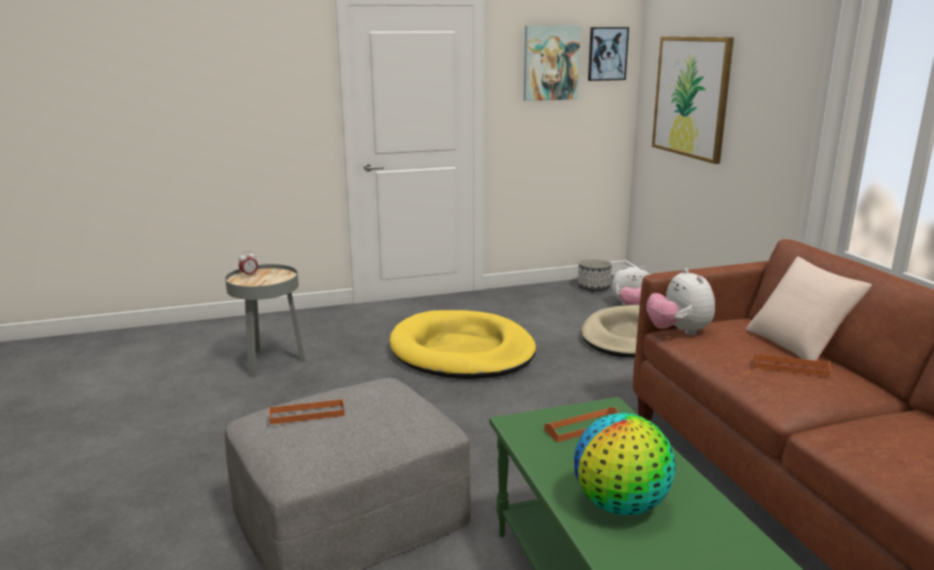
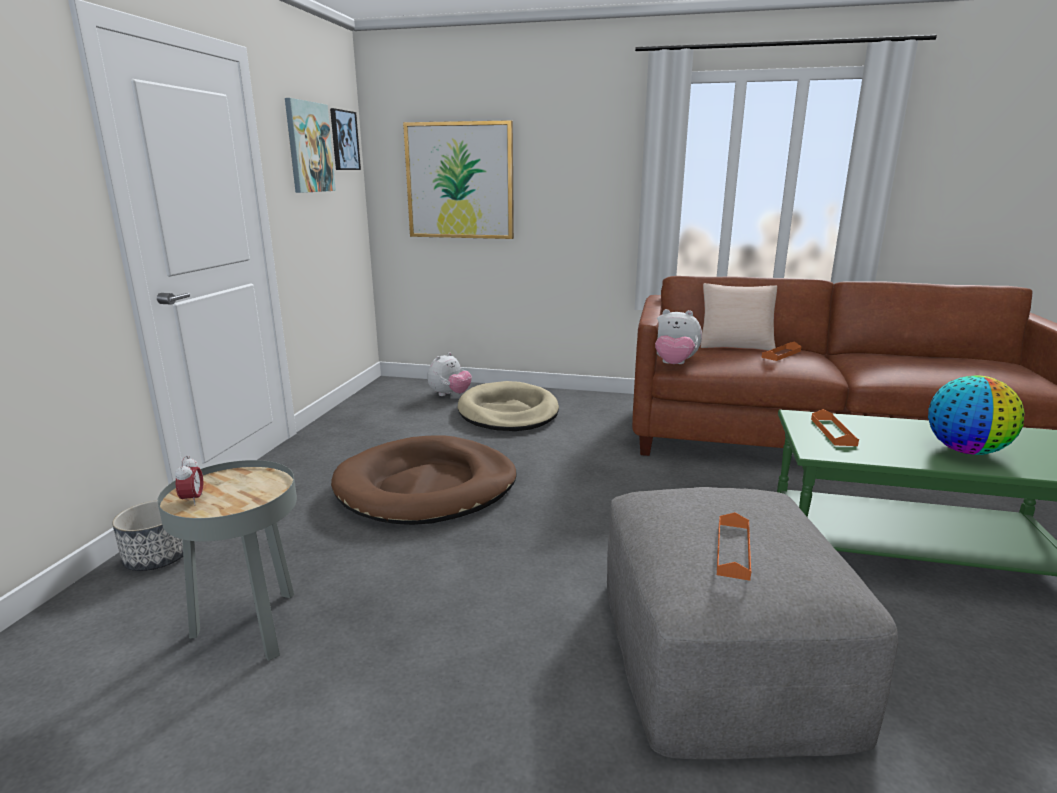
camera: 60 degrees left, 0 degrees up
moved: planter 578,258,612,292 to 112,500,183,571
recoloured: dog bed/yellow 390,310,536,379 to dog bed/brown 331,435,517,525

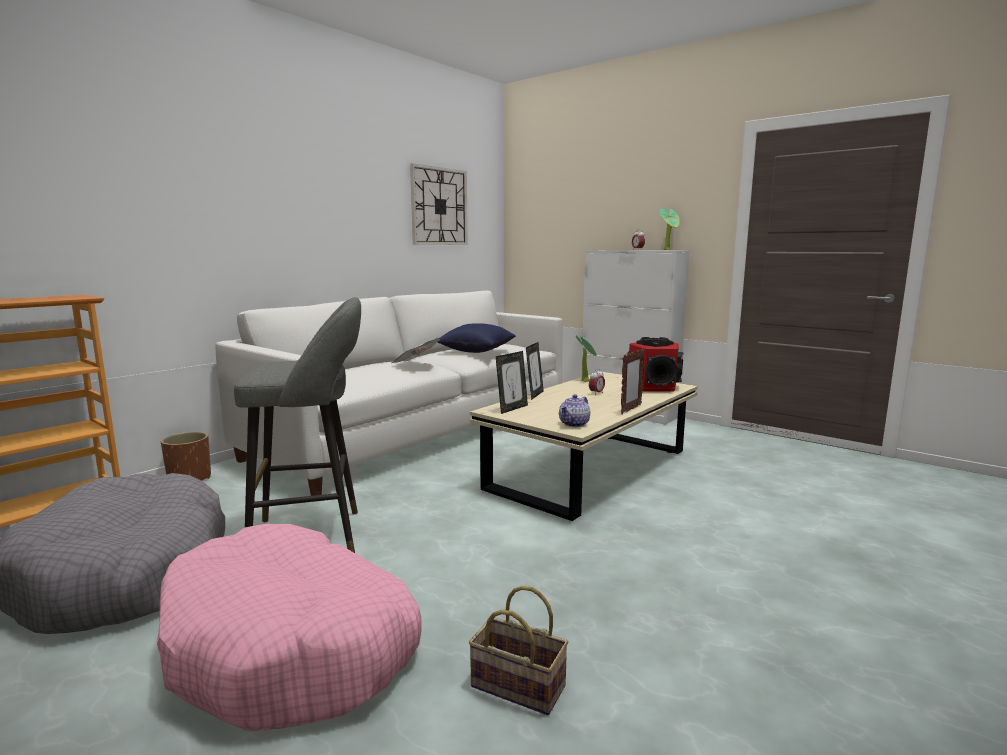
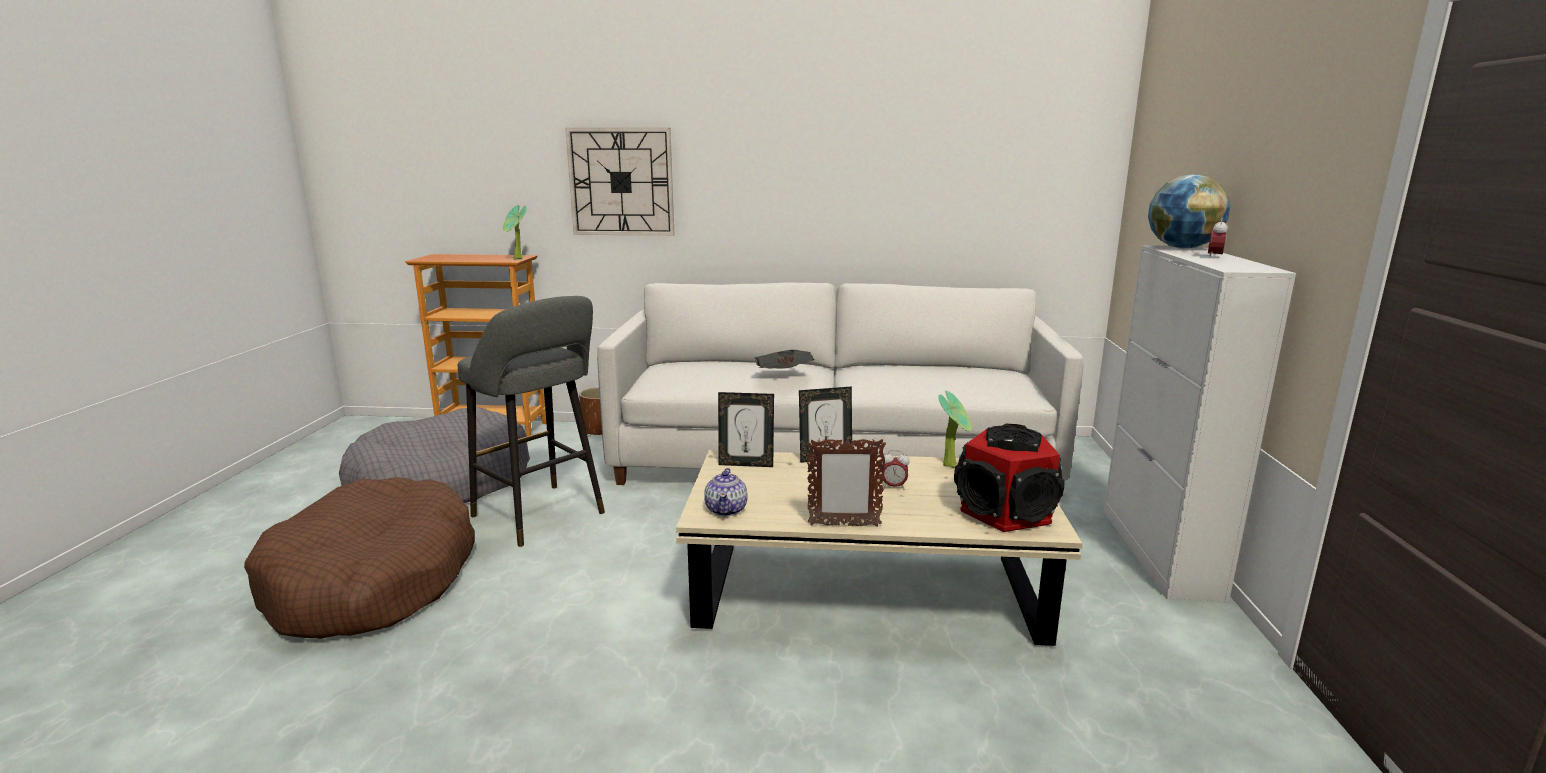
camera: 55 degrees right, 5 degrees up
removed: pillow/blue 438,323,516,353; basket 469,586,568,715
added: globe 1148,174,1230,249
moved: wall clock 410,163,468,245 to 565,128,675,236; potted plant 659,208,680,250 to 503,205,527,260
recoloured: dog bed/pink 157,524,422,731 to dog bed/brown 244,477,475,639
turned: teapot 559,394,590,427 = 704,468,748,516 90 degrees counterclockwise

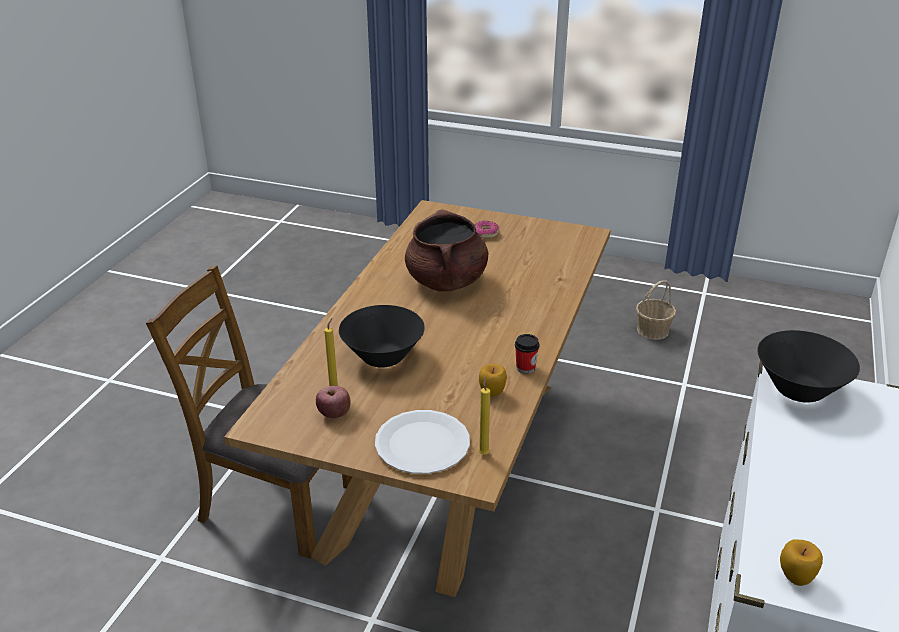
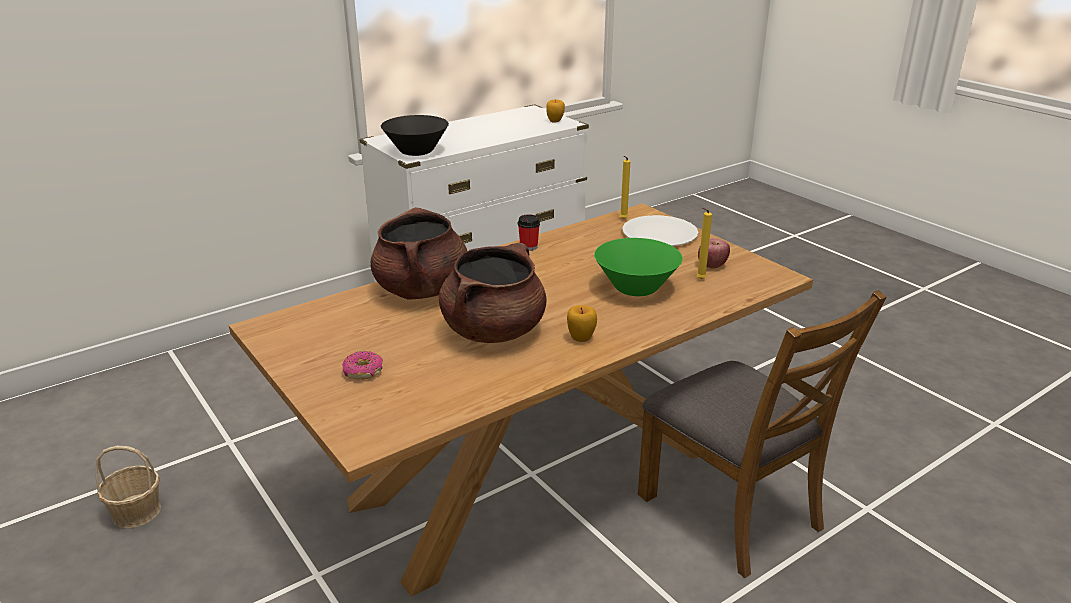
camera: 145 degrees left, 5 degrees down
added: cooking pot/brown 370,207,467,300
moved: apple 479,364,507,397 to 567,305,597,342
recoloured: bowl/black 339,305,425,368 to bowl/green 594,238,683,296

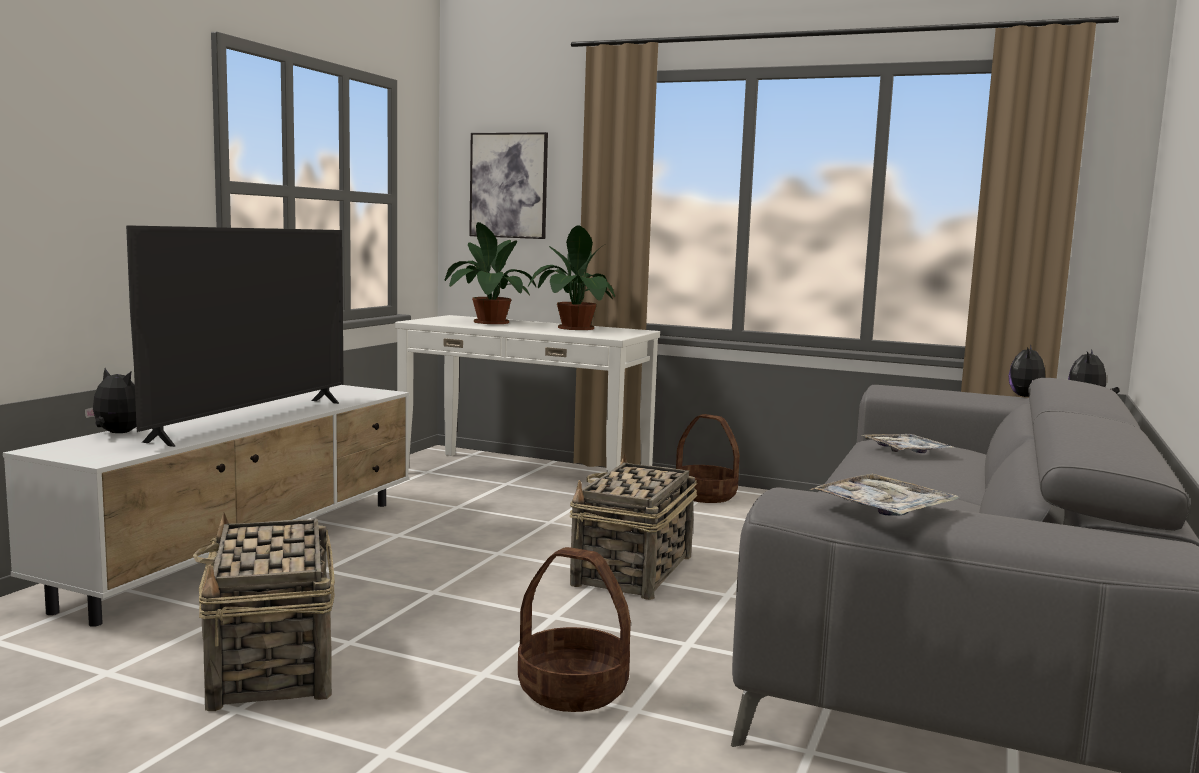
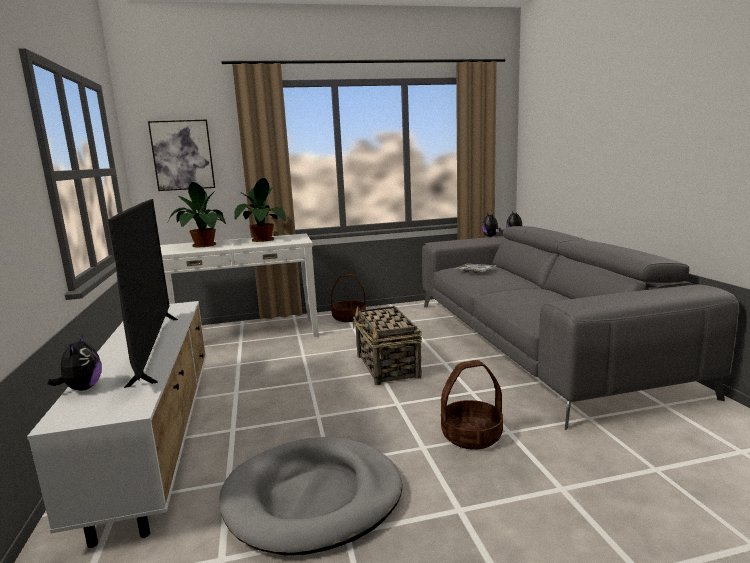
camera: 35 degrees left, 5 degrees up
removed: tray 809,474,959,516
replaced: basket 193,513,335,711 to dog bed/grey 219,437,402,555
turned: plush toy 84,368,136,433 = 48,334,102,391 90 degrees clockwise

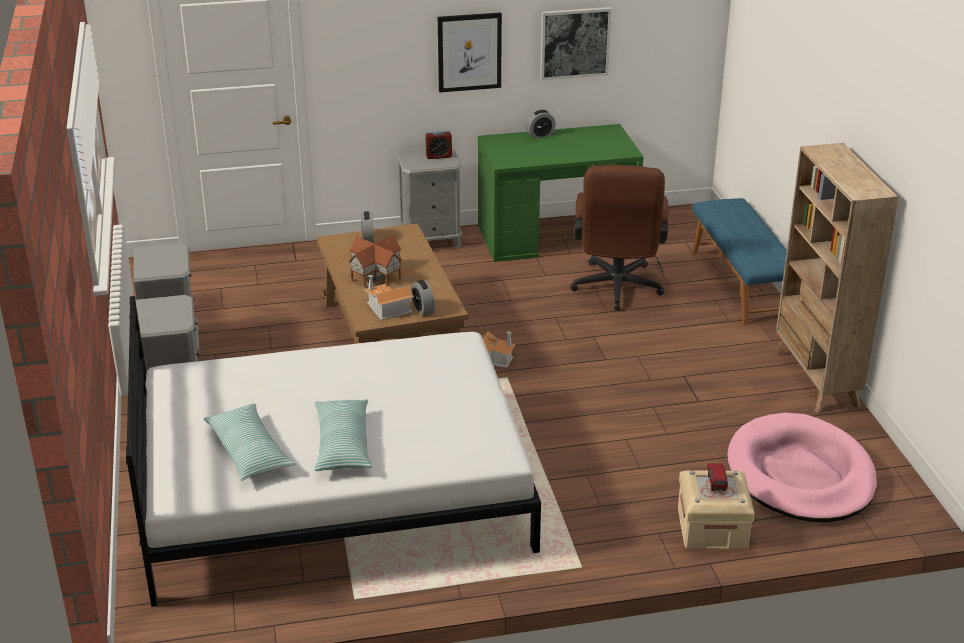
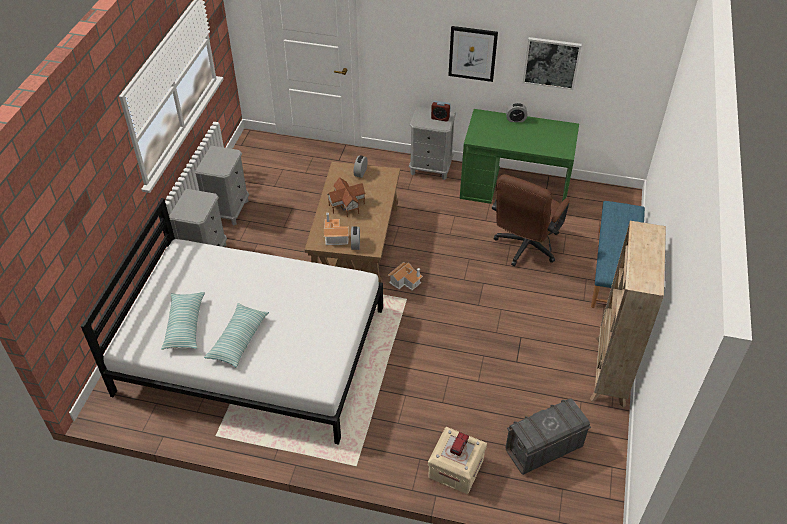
camera: 25 degrees right, 15 degrees up
replaced: dog bed/pink 728,413,877,522 to storage box/grey 506,398,591,475

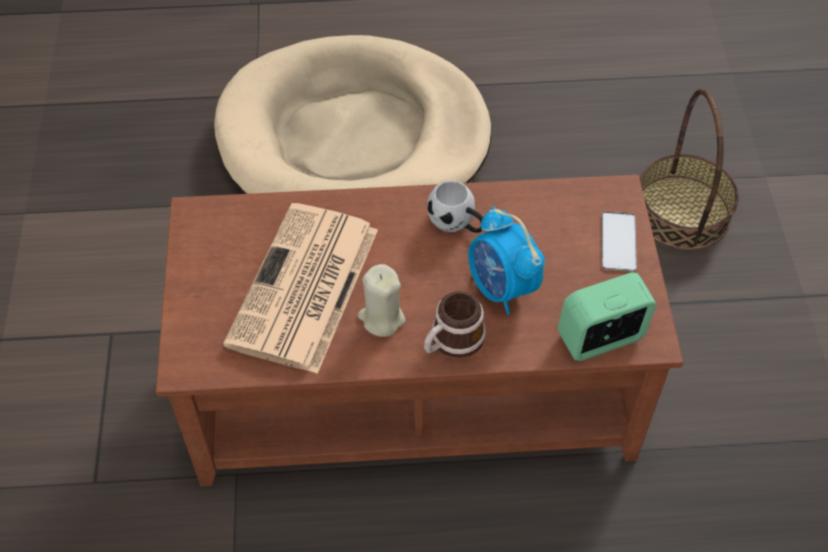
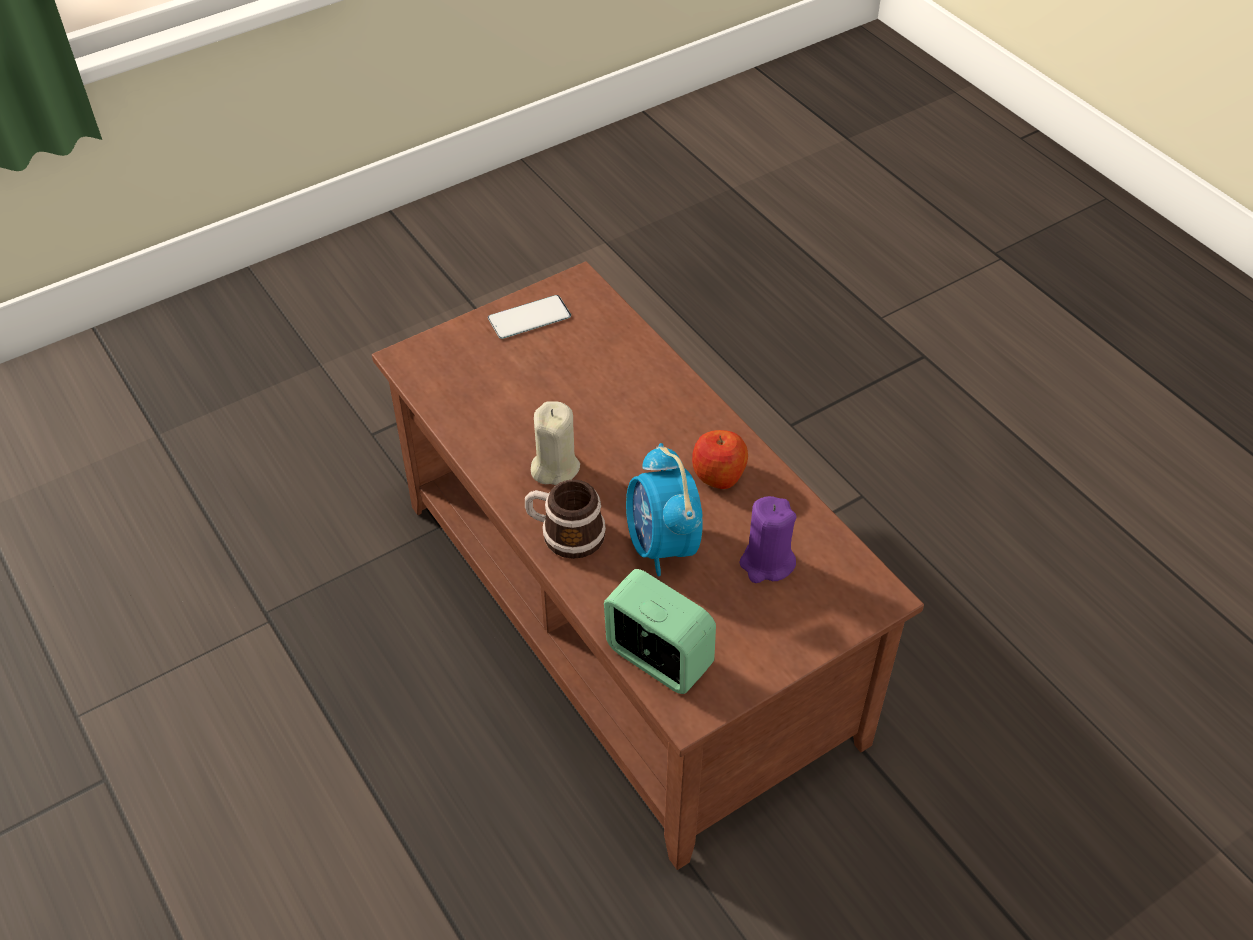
camera: 60 degrees right, 5 degrees down
removed: dog bed/beige 214,35,491,194; newspaper 223,203,378,374; basket 640,89,739,250
added: candle/purple 739,496,796,583
moved: phone 602,212,637,271 to 488,295,571,339
replaced: mug/white 427,181,483,233 to apple 692,430,748,489
turned: alarm clock 468,207,545,314 = 626,443,703,576 45 degrees counterclockwise

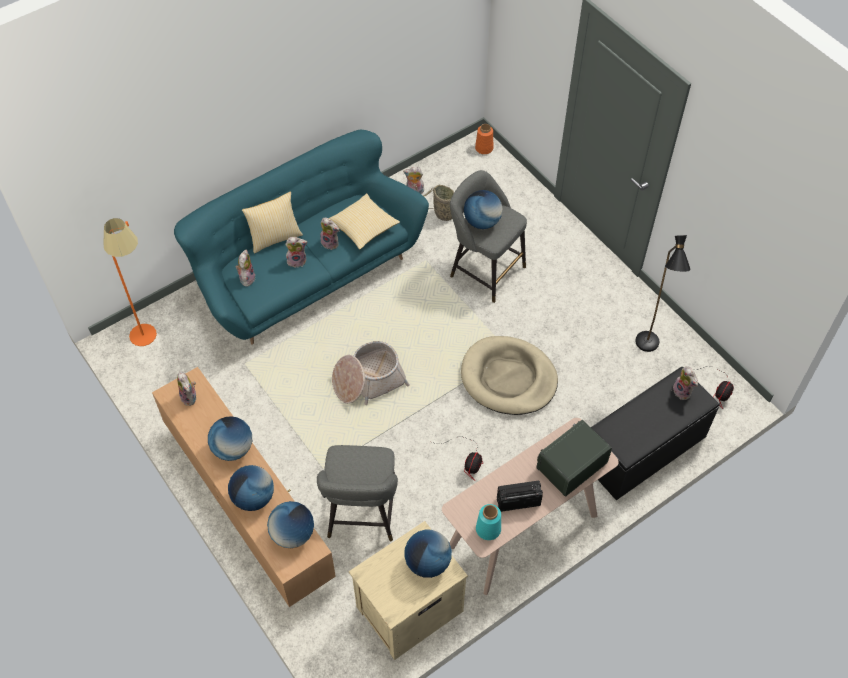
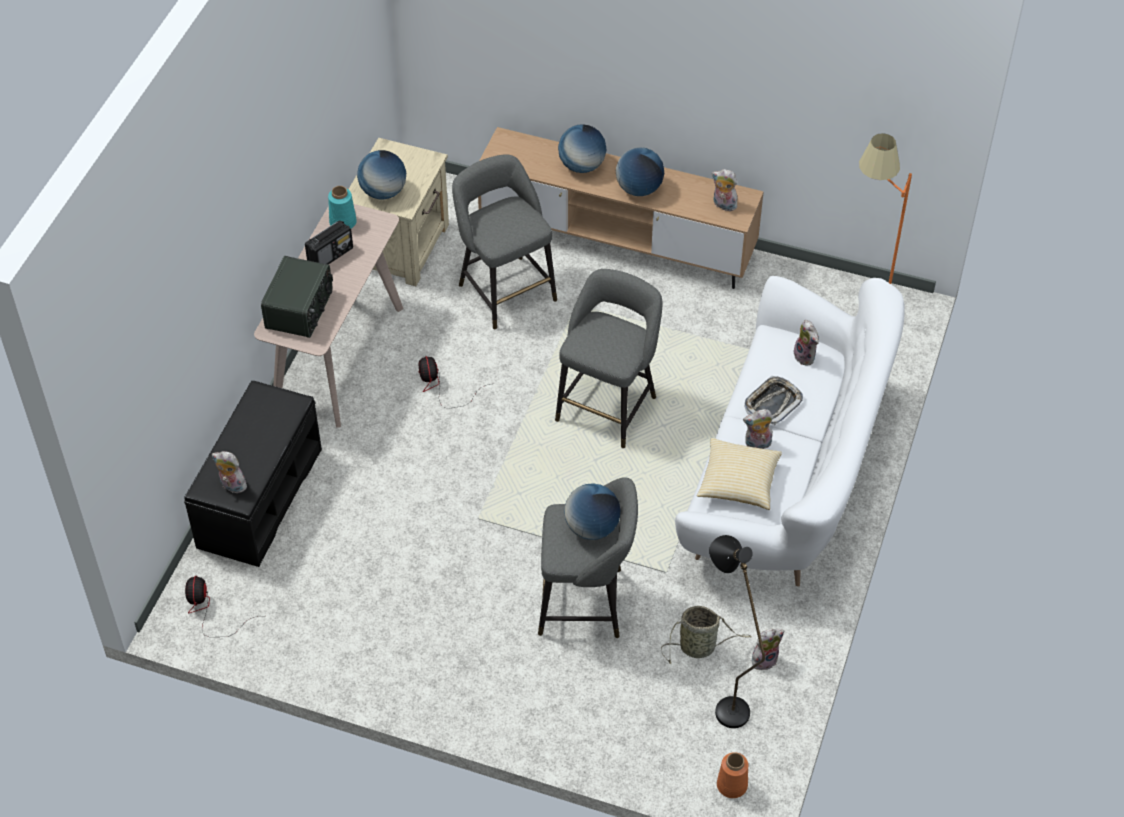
camera: 145 degrees right, 5 degrees down
removed: pillow 242,191,303,254; globe 267,501,314,548; dog bed/beige 461,336,558,415
moved: floor lamp/black 635,235,690,352 to 709,535,765,728
replaced: plush toy 285,237,308,268 to tray 744,376,803,425; basket 332,341,409,405 to stool/grey 555,269,662,448
recoloured: sofa/turquoise 174,130,429,344 to sofa/white 675,276,905,587

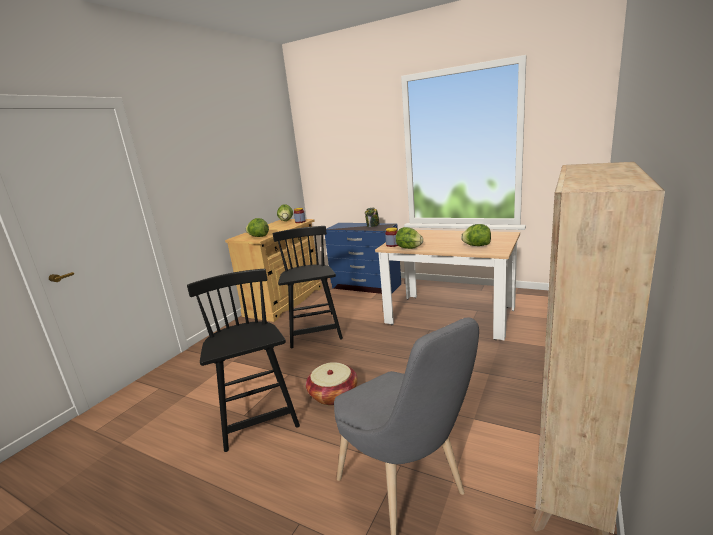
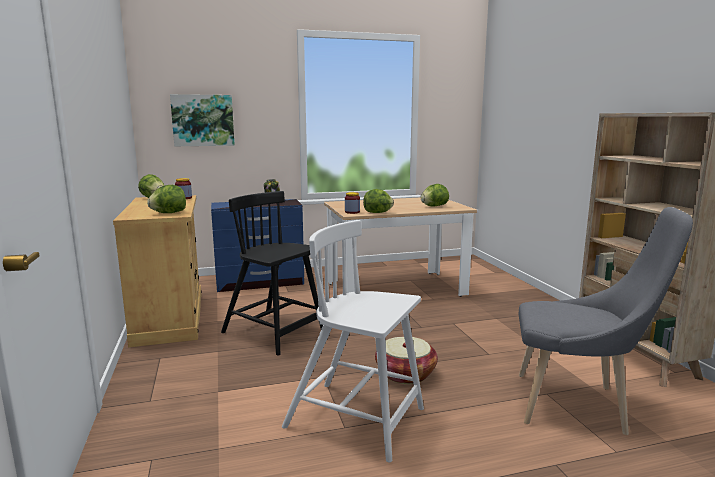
camera: 45 degrees left, 5 degrees down
added: picture 170,94,235,146
recoloured: chair/black 187,269,300,452 to chair/white 282,220,424,462

